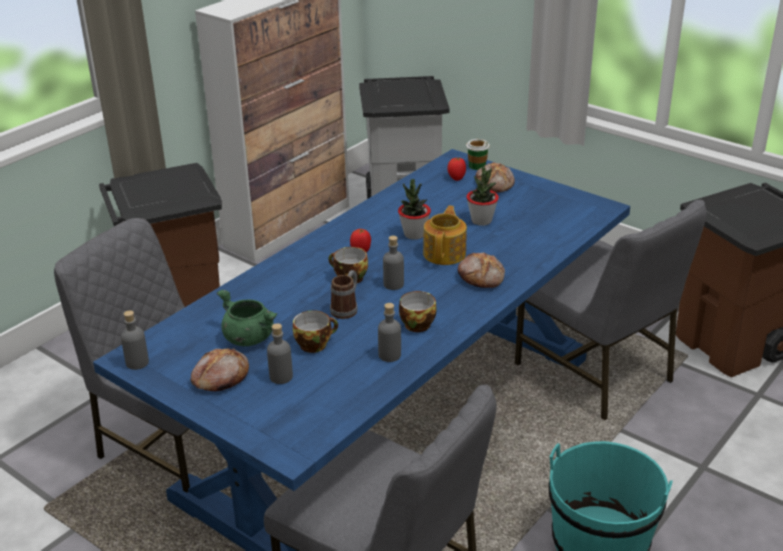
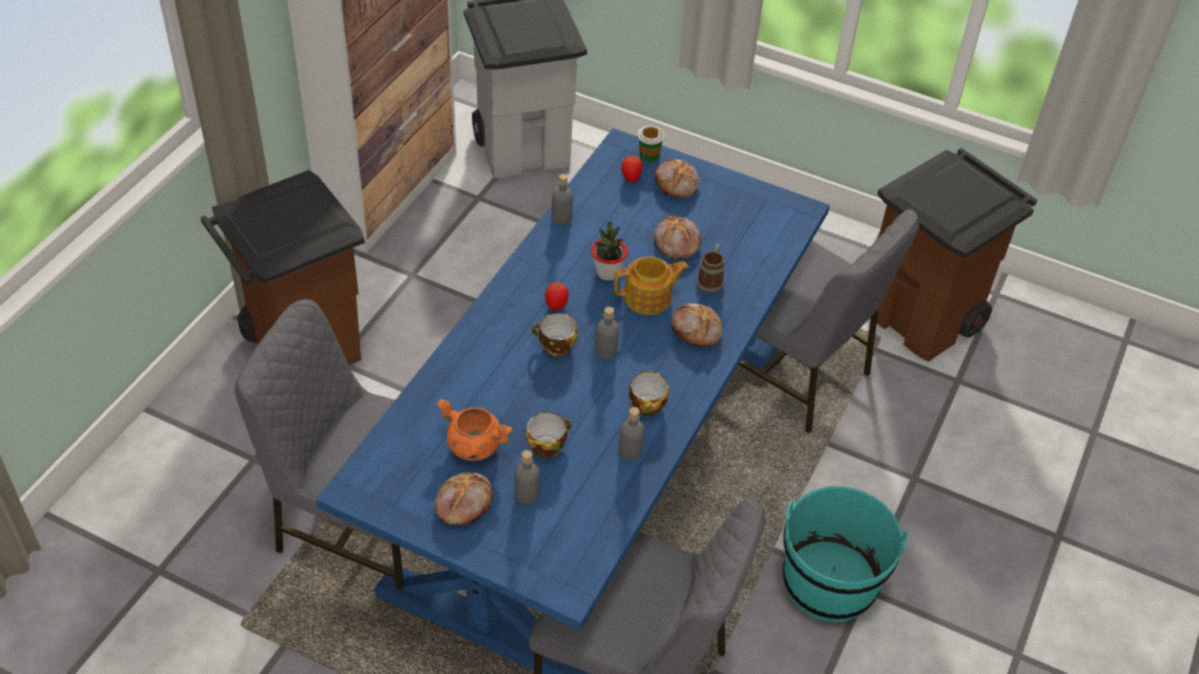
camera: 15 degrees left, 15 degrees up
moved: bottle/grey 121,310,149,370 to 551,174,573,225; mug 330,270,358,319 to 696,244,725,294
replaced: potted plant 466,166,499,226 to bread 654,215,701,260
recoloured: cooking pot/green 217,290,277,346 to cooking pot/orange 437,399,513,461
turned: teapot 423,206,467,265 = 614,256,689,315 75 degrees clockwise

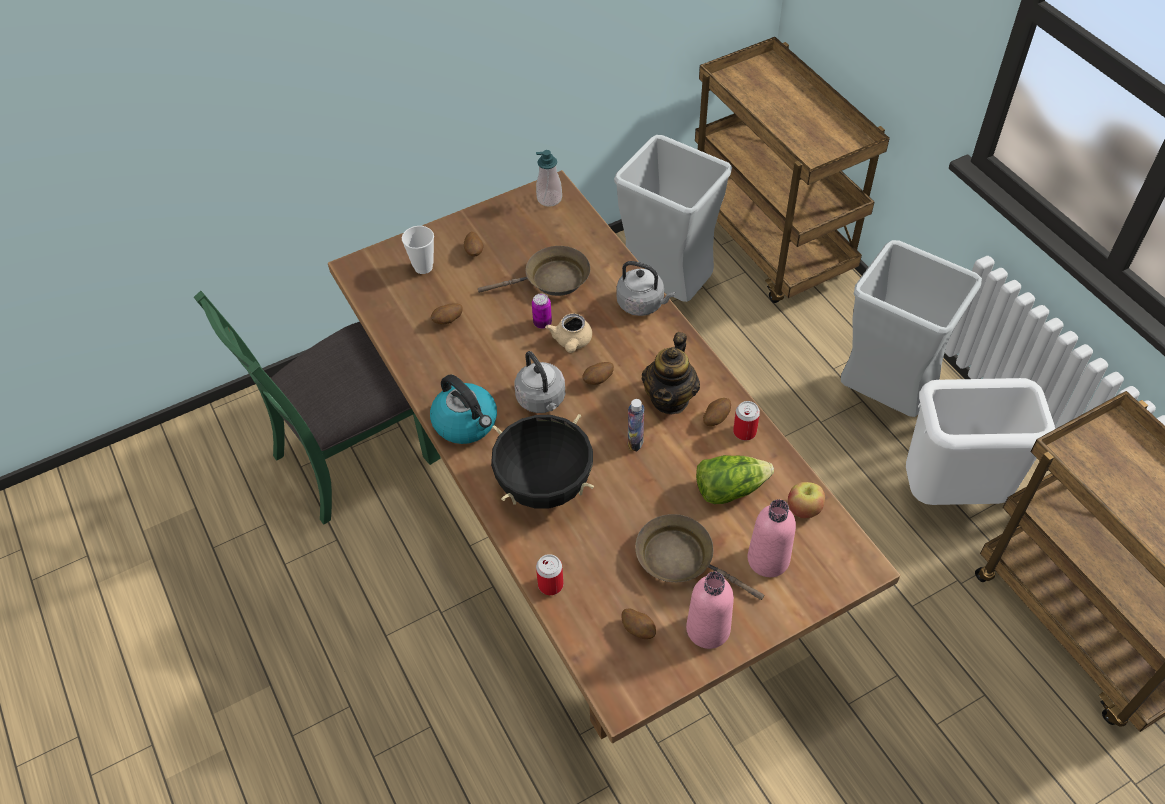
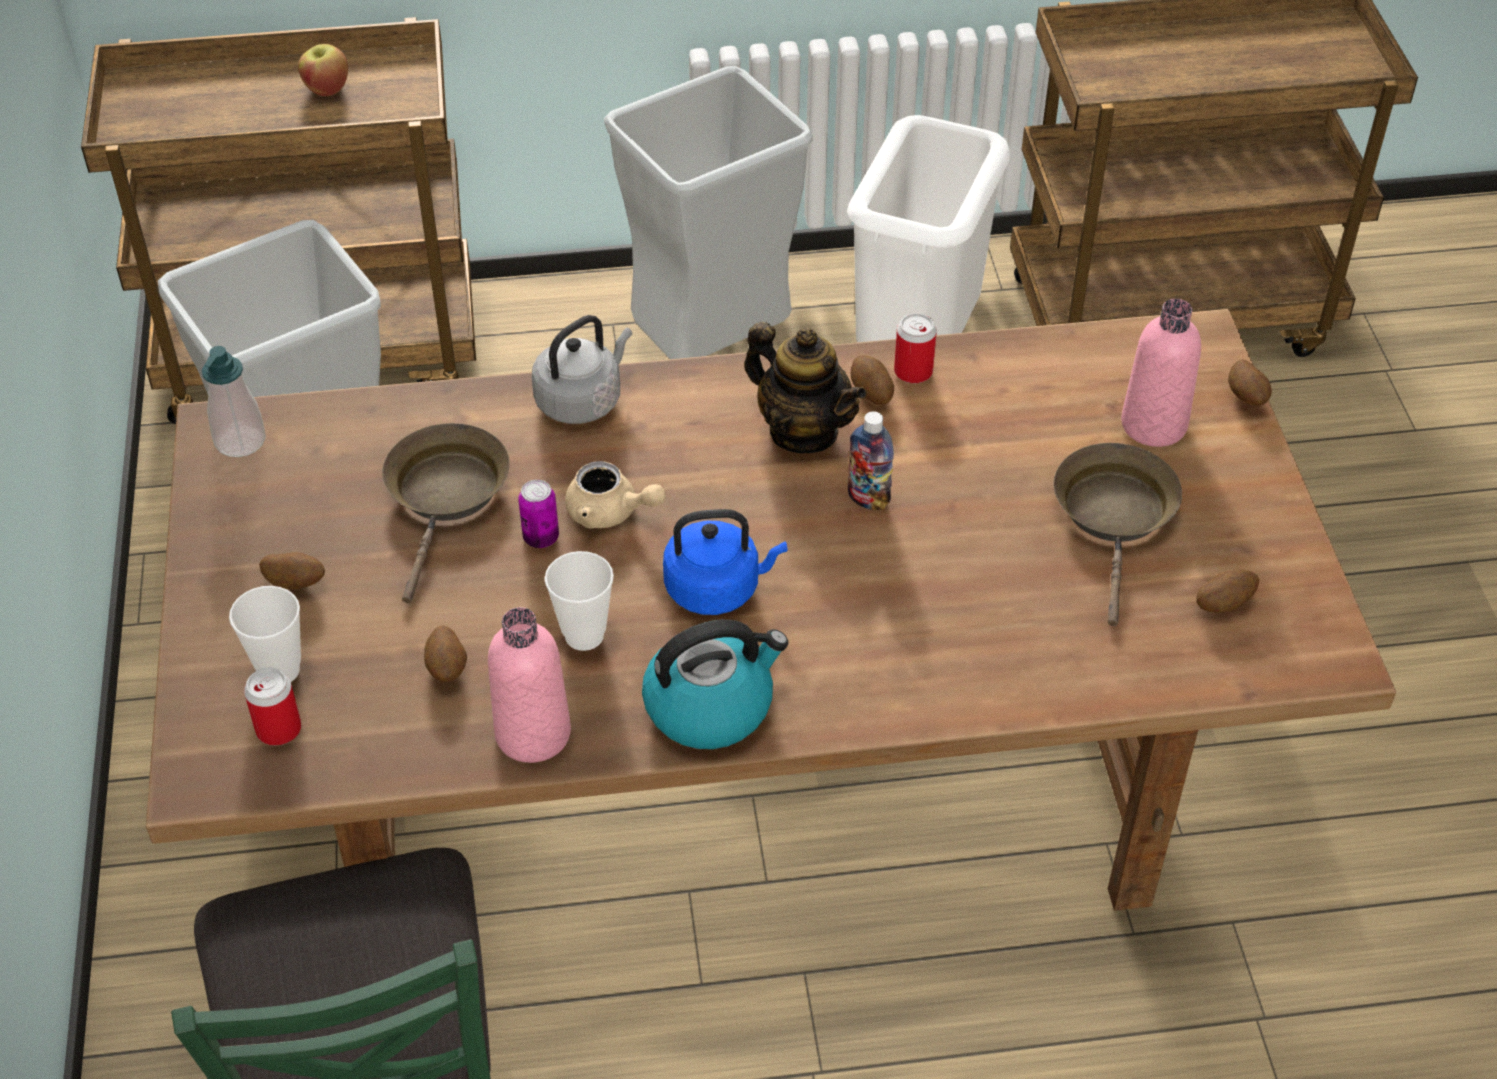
camera: 70 degrees left, 5 degrees down
removed: cooking pot/black 491,414,594,509; lettuce 696,455,774,504
added: cup 545,551,614,651
moved: can 536,554,564,595 to 244,668,301,746; potato 583,362,614,385 to 1228,359,1272,406; bottle/pink 686,572,734,649 to 488,607,571,763; apple 788,482,825,519 to 298,44,348,96
recoloured: kettle/grey 515,351,565,413 to kettle/blue 663,509,787,615
turned: frying pan/brown 635,514,764,600 = 1053,443,1182,626 135 degrees clockwise

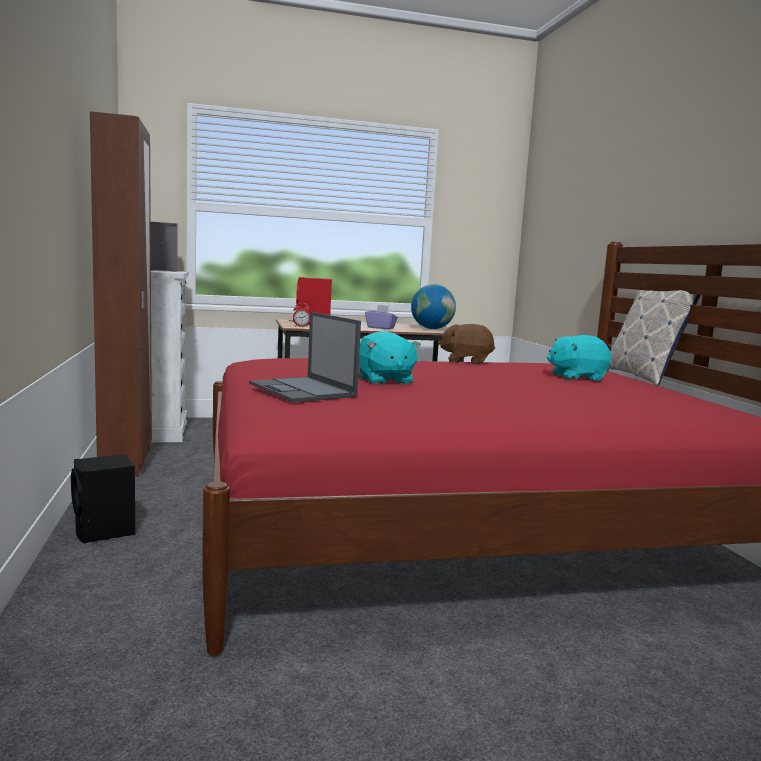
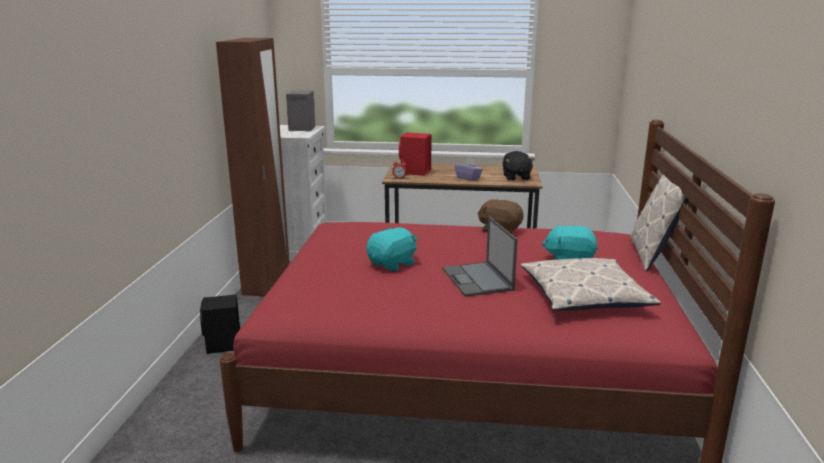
camera: 20 degrees right, 10 degrees up
added: pillow 521,258,661,311
moved: laptop 249,312,361,402 to 442,217,518,297
replaced: globe 411,284,456,329 to plush toy/black 503,151,535,181
turned: plush toy/turquoise 359,331,421,385 = 366,227,417,272 135 degrees counterclockwise

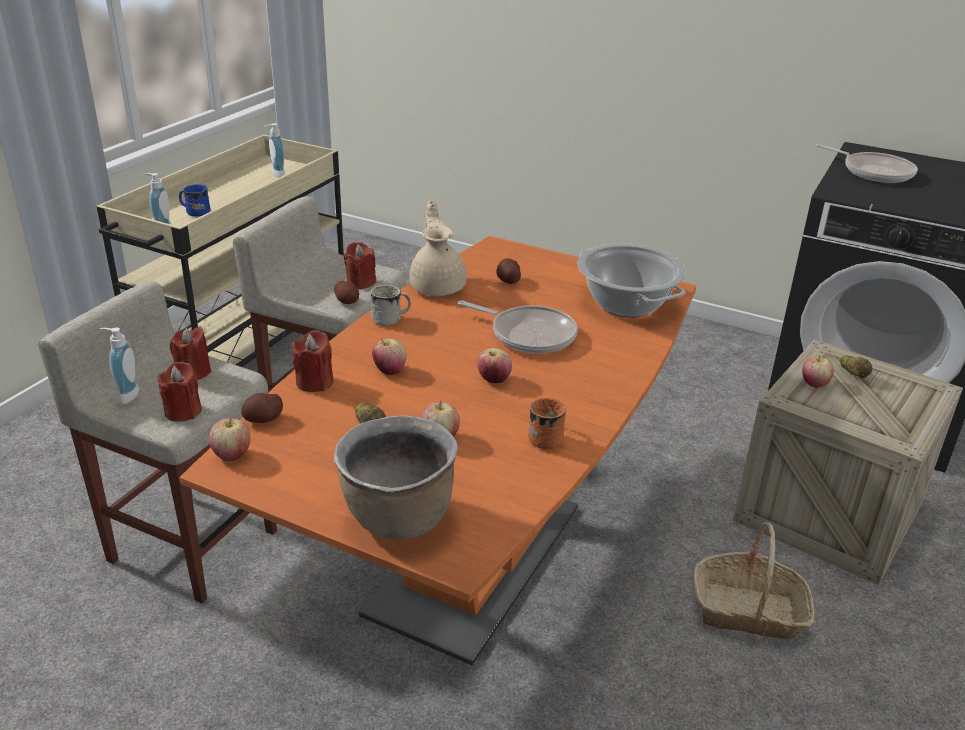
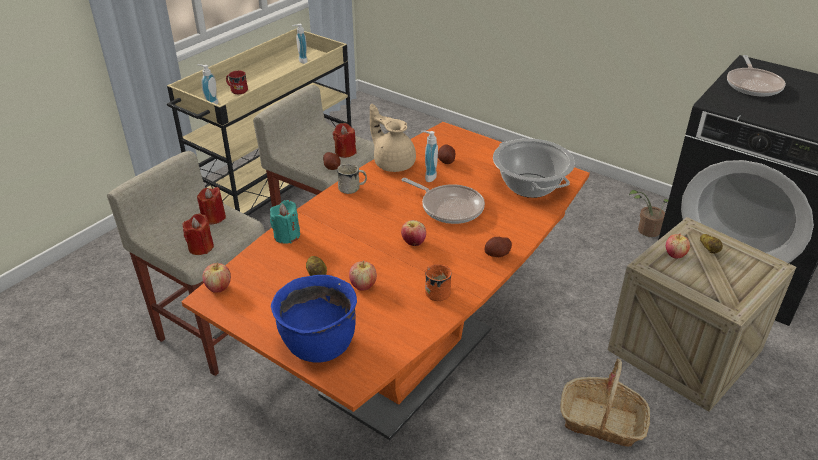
camera: 10 degrees right, 5 degrees up
removed: apple 372,339,407,375
added: potted plant 629,190,668,237
moved: soap dispenser 99,328,139,404 to 421,131,438,182; potato 241,393,283,423 to 485,237,512,257
recoloured: mug/blue 179,184,211,217 to mug/red 226,71,248,94; candle/red 292,330,334,392 to candle/turquoise 270,200,300,244; cooking pot/brown 334,415,458,540 to cooking pot/blue 271,275,357,363
turned: teapot/beige 409,200,466,296 = 370,104,416,172 45 degrees counterclockwise; frying pan 815,144,918,183 = 727,55,786,96 45 degrees clockwise

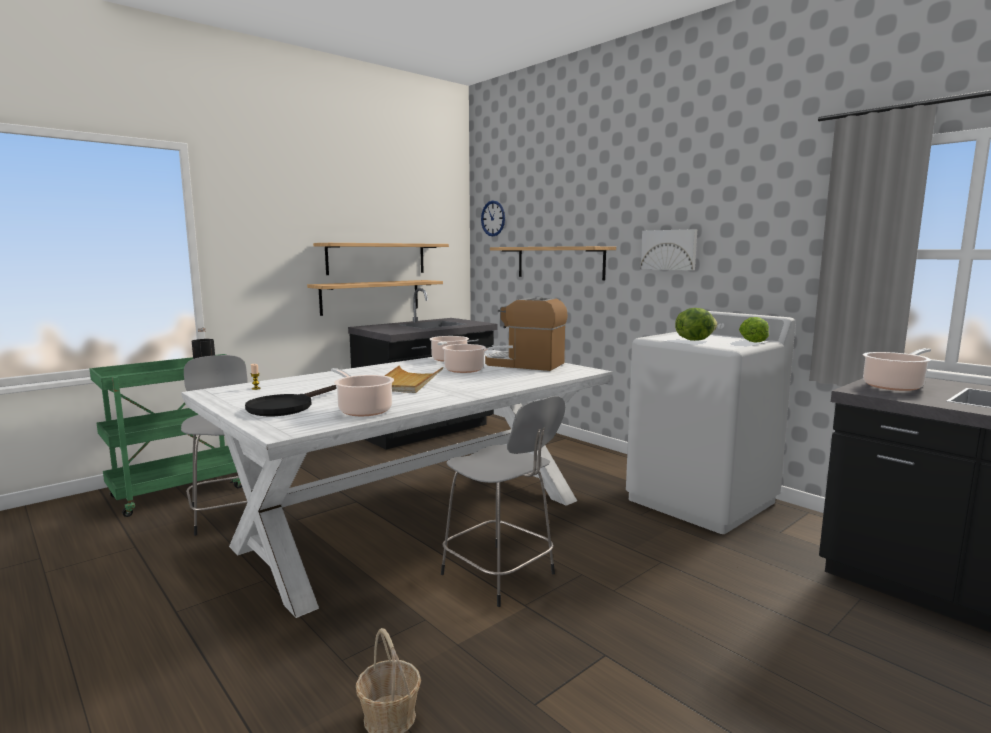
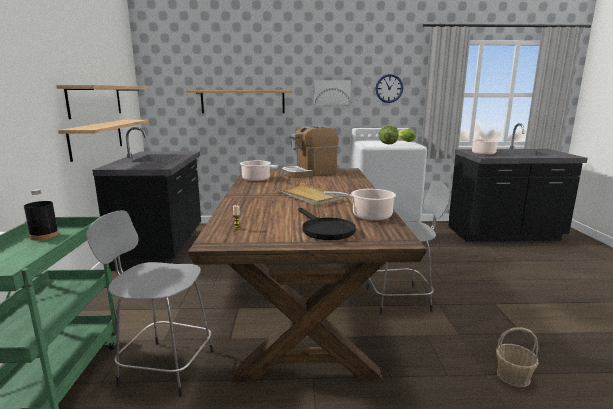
camera: 50 degrees left, 5 degrees up
removed: cooking pot 442,344,513,373
moved: wall clock 481,201,505,236 to 375,74,403,103
recoloured: dining table/white 181,350,612,618 to dining table/brown 188,168,426,382

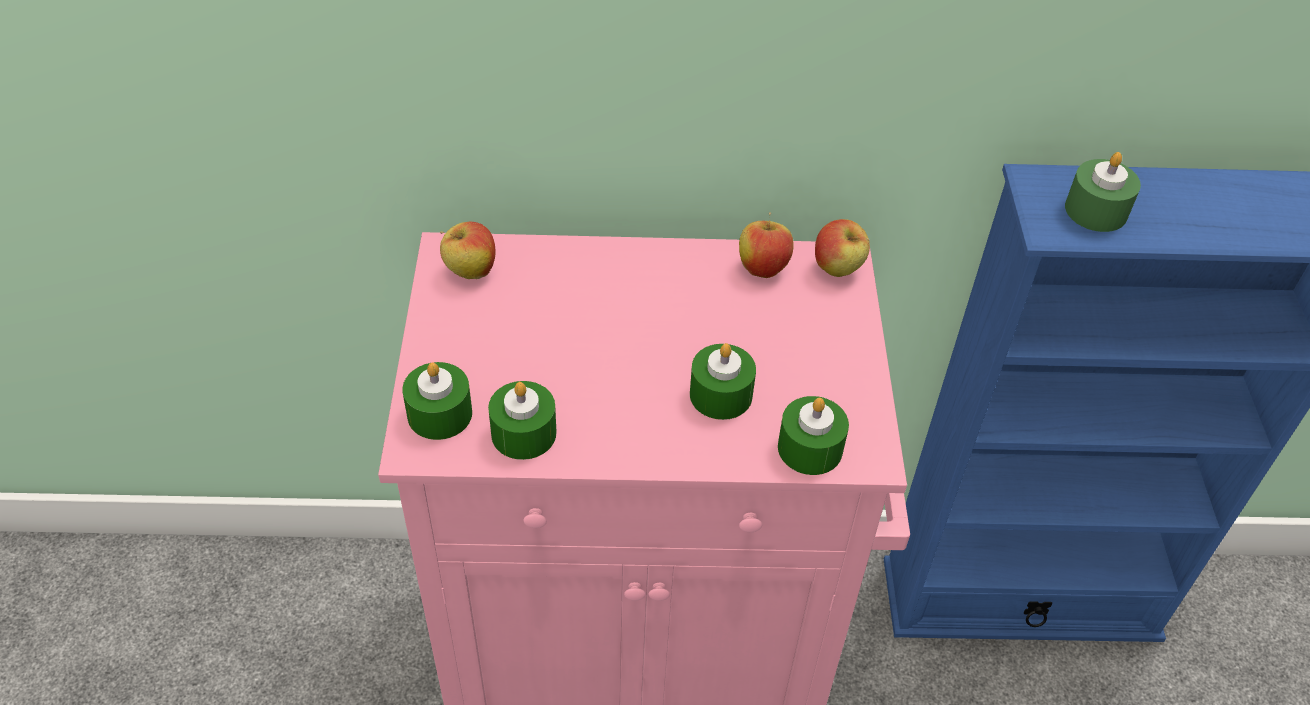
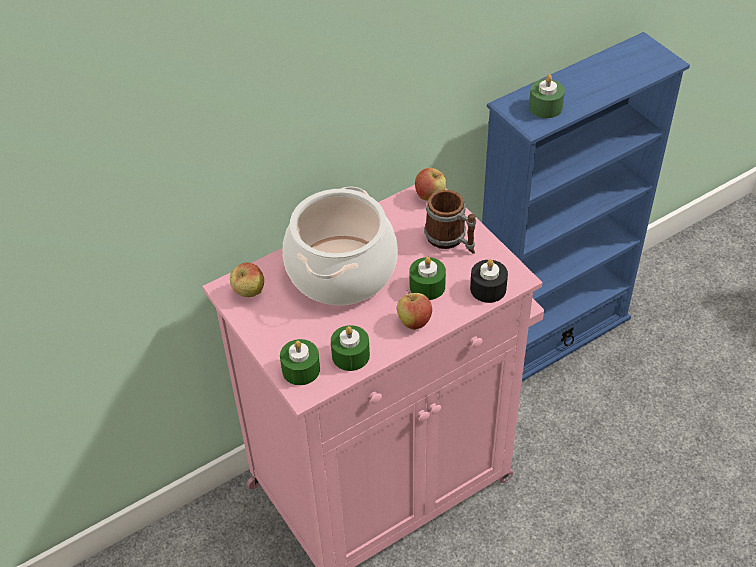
camera: 30 degrees left, 0 degrees up
added: cooking pot 282,187,398,305; mug 424,190,476,254
moved: apple 739,212,794,278 to 397,289,432,330
recoloured: candle/green 778,396,849,475 to candle/black 470,259,508,303

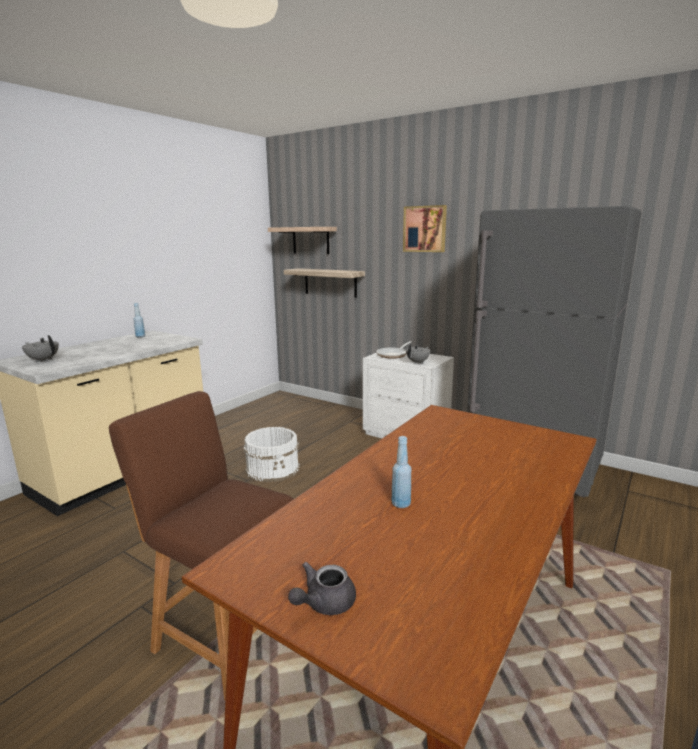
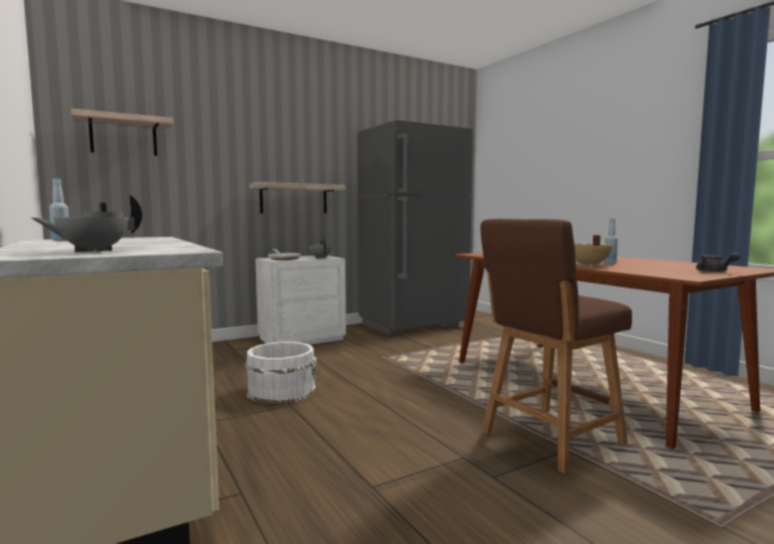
camera: 65 degrees left, 10 degrees down
removed: picture 403,205,447,252
added: cooking pot/beige 574,235,613,267
moved: shelf 284,268,365,298 to 249,182,346,213

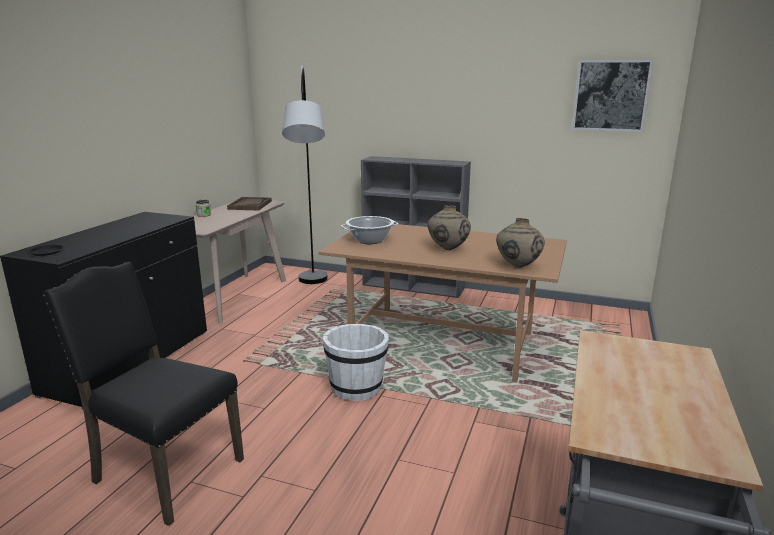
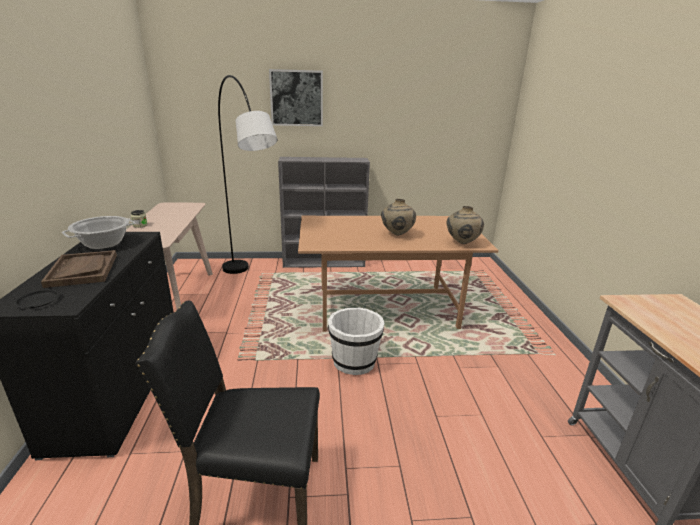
camera: 25 degrees left, 5 degrees up
moved: tray/brown 227,197,272,210 to 41,250,117,288; cooking pot 341,216,399,244 to 62,216,135,249; picture 572,59,653,132 to 269,69,323,126

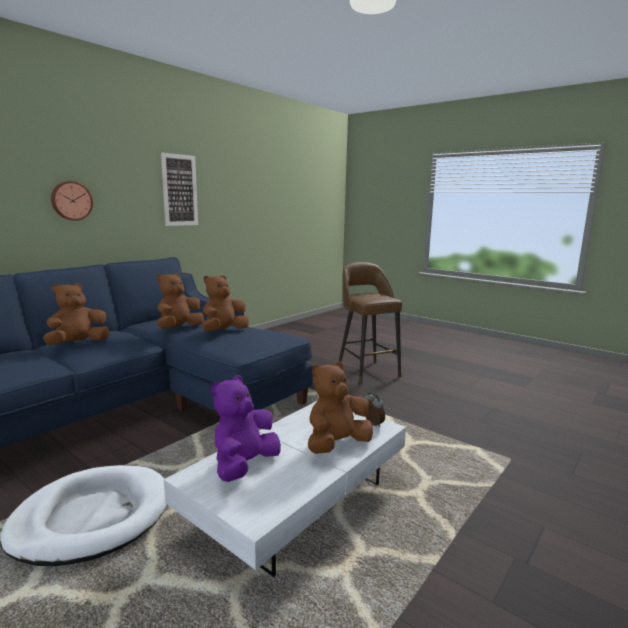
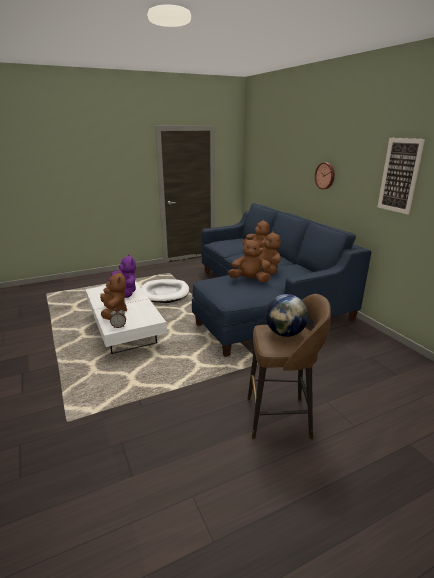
camera: 115 degrees right, 10 degrees up
added: globe 265,294,309,337
turned: plush toy/brown 202,275,249,331 = 228,238,271,282 60 degrees counterclockwise

